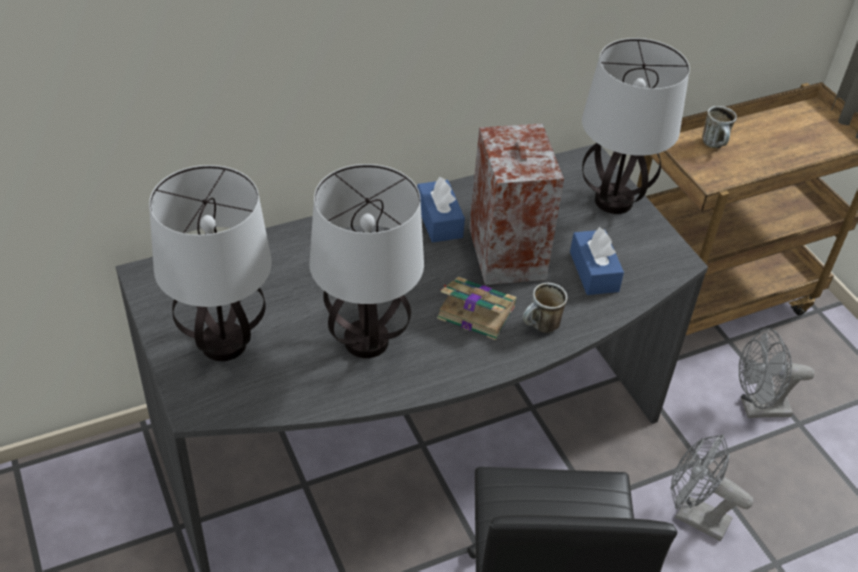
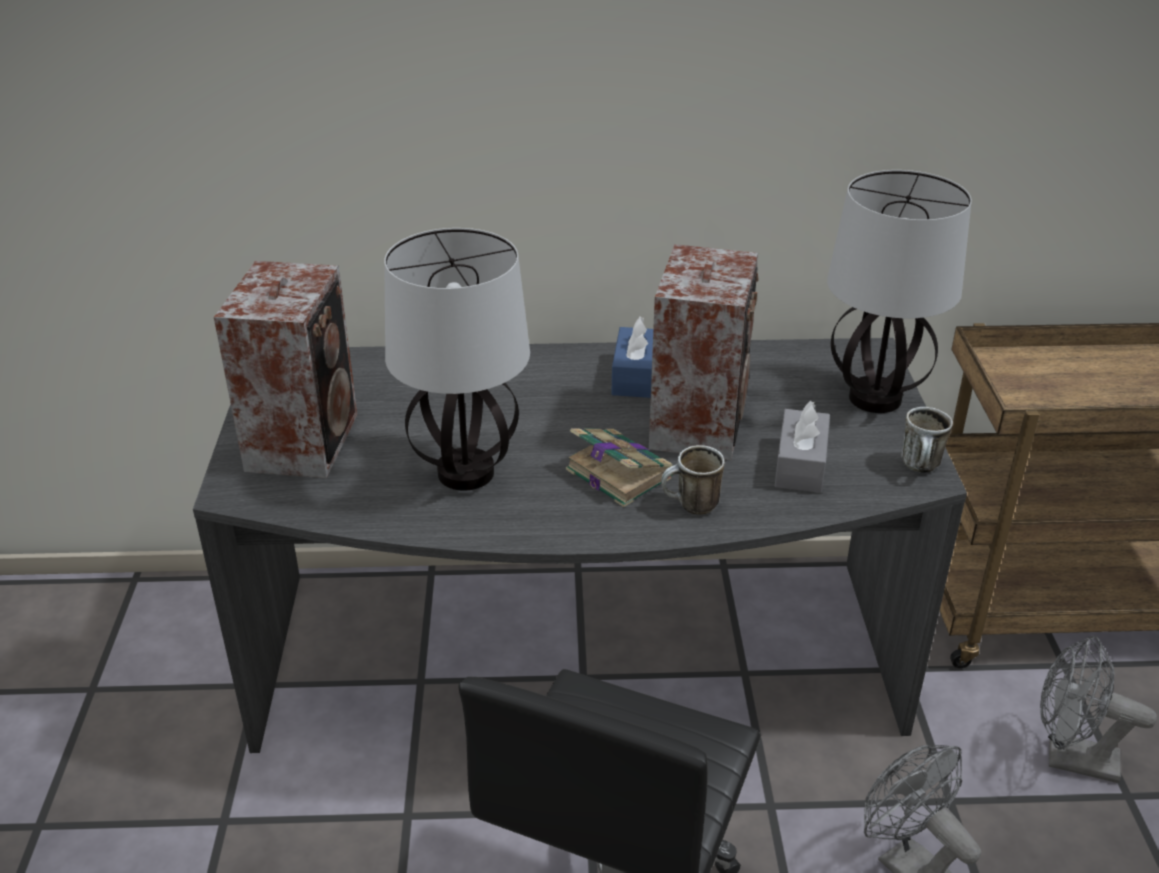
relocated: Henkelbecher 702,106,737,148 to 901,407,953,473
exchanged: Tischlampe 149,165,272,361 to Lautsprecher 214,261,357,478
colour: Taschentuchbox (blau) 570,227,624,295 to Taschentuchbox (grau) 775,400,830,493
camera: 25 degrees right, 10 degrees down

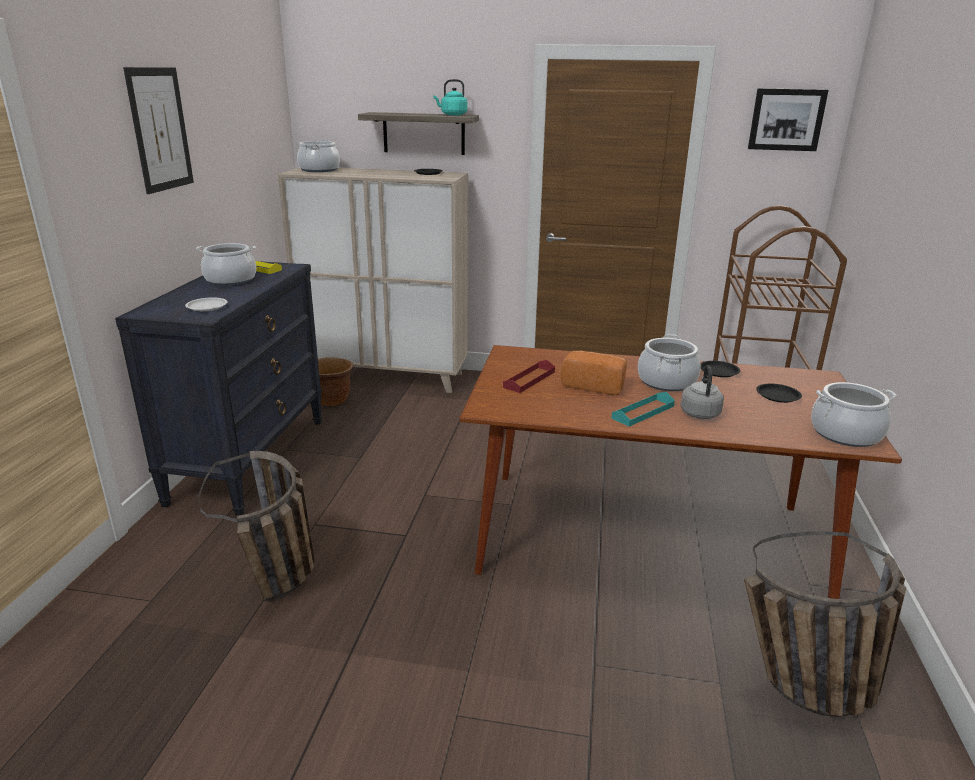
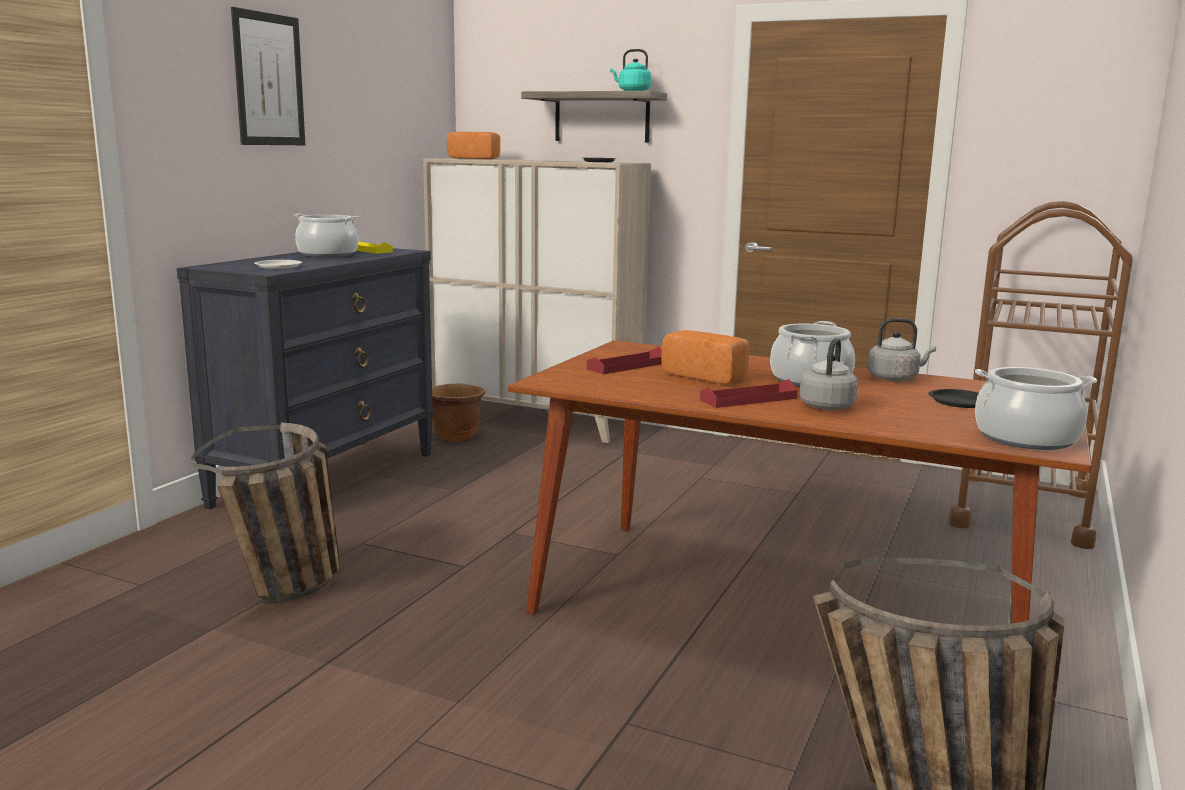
missing: Bild 748,88,829,151
exchanged: Kochtopf 297,140,340,172 to Brot 447,132,500,159; Teller (schwarz) 700,361,740,377 to Wasserkessel (grau) 868,318,936,381
colour: Tablett (türkis) 611,392,675,427 to Tablett (rot) 700,379,797,408
camera: 15 degrees right, 10 degrees down

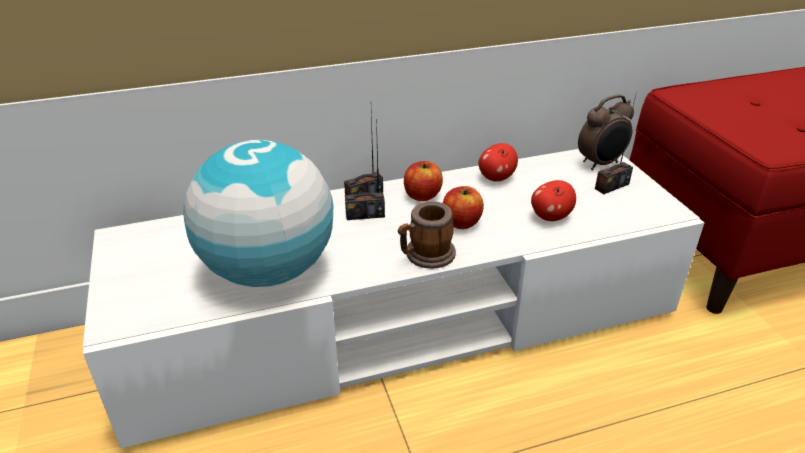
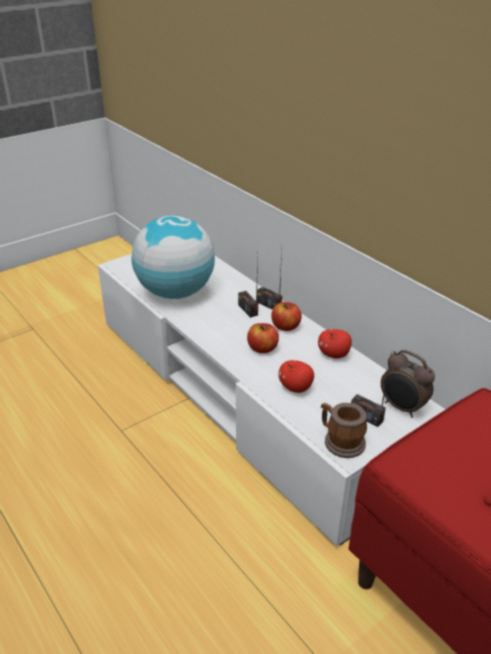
relocated: Henkelbecher 398,201,456,269 to 321,403,367,458
camera: 70 degrees right, 0 degrees up

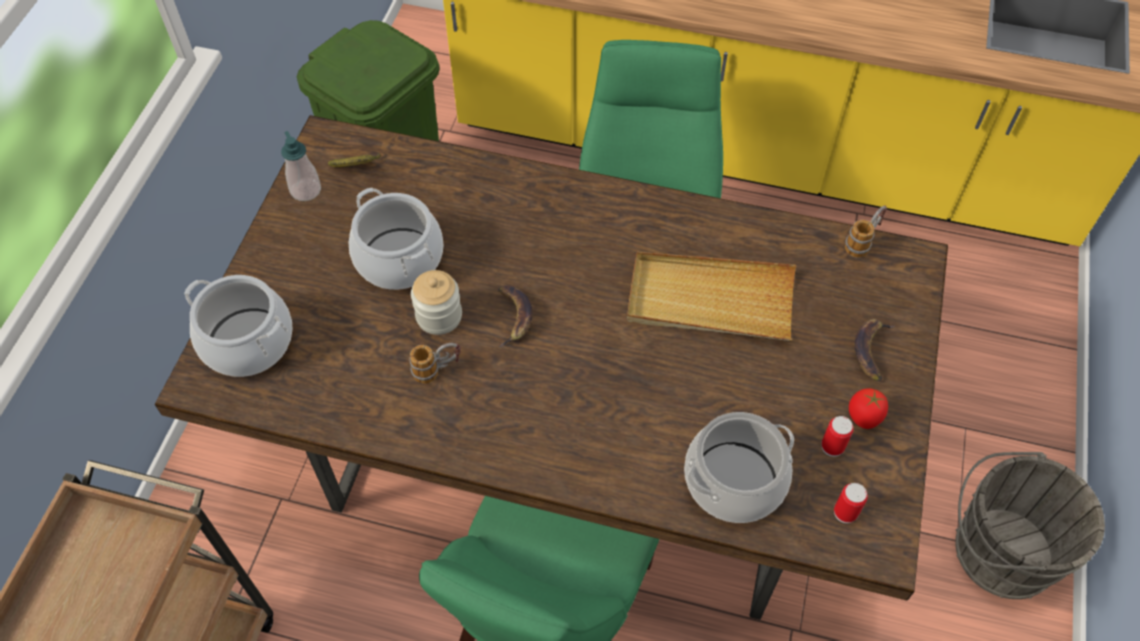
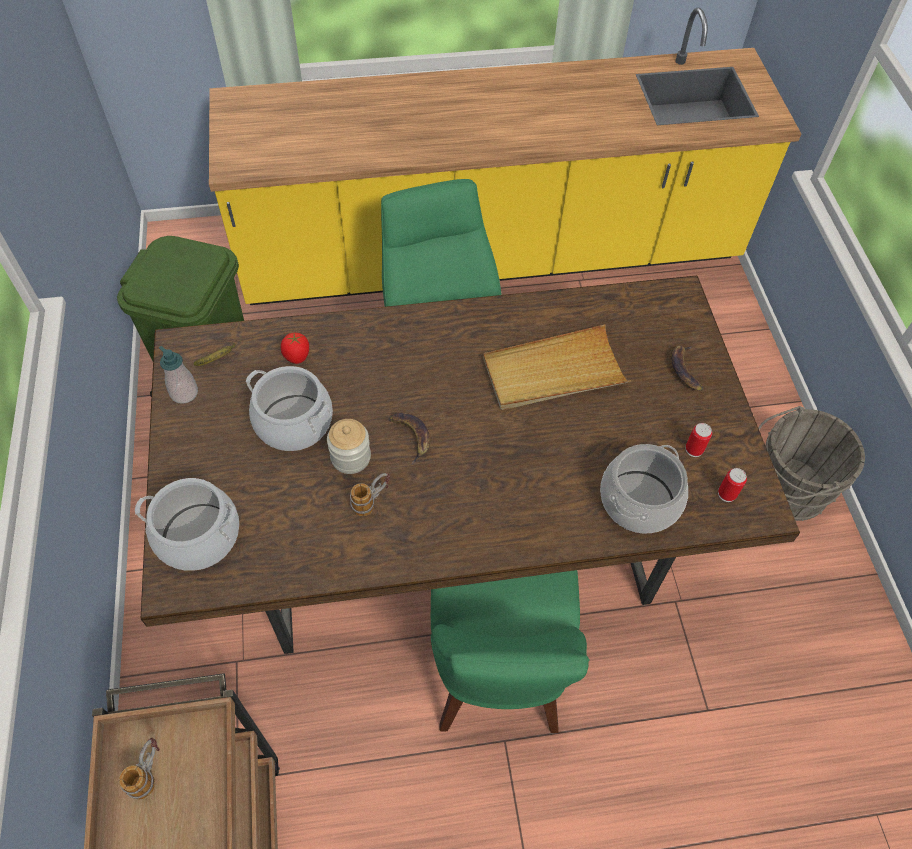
relocated: Henkelbecher 845,205,887,258 to 119,738,160,800; Tomate 849,388,888,429 to 281,333,309,364
camera: 25 degrees left, 0 degrees up

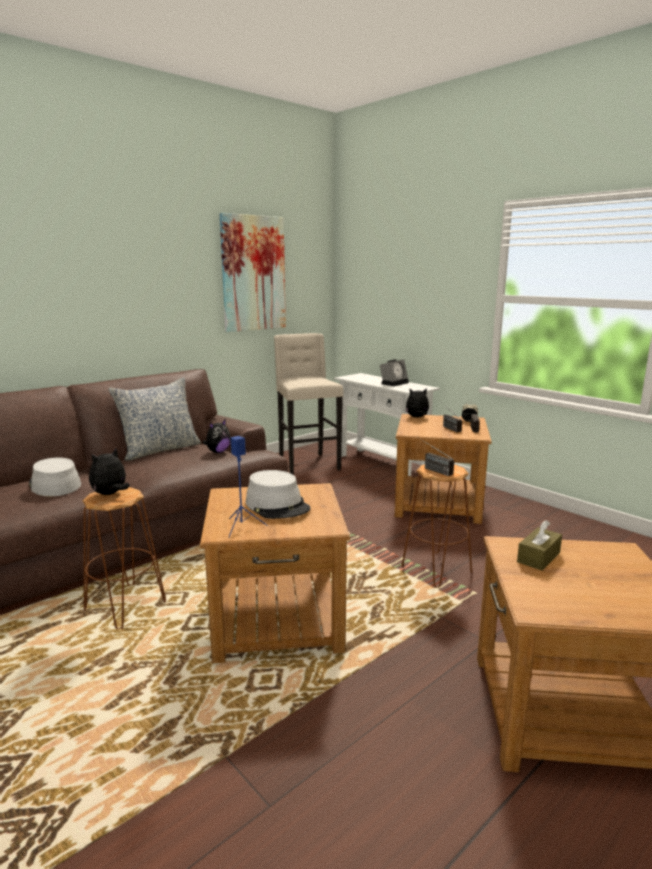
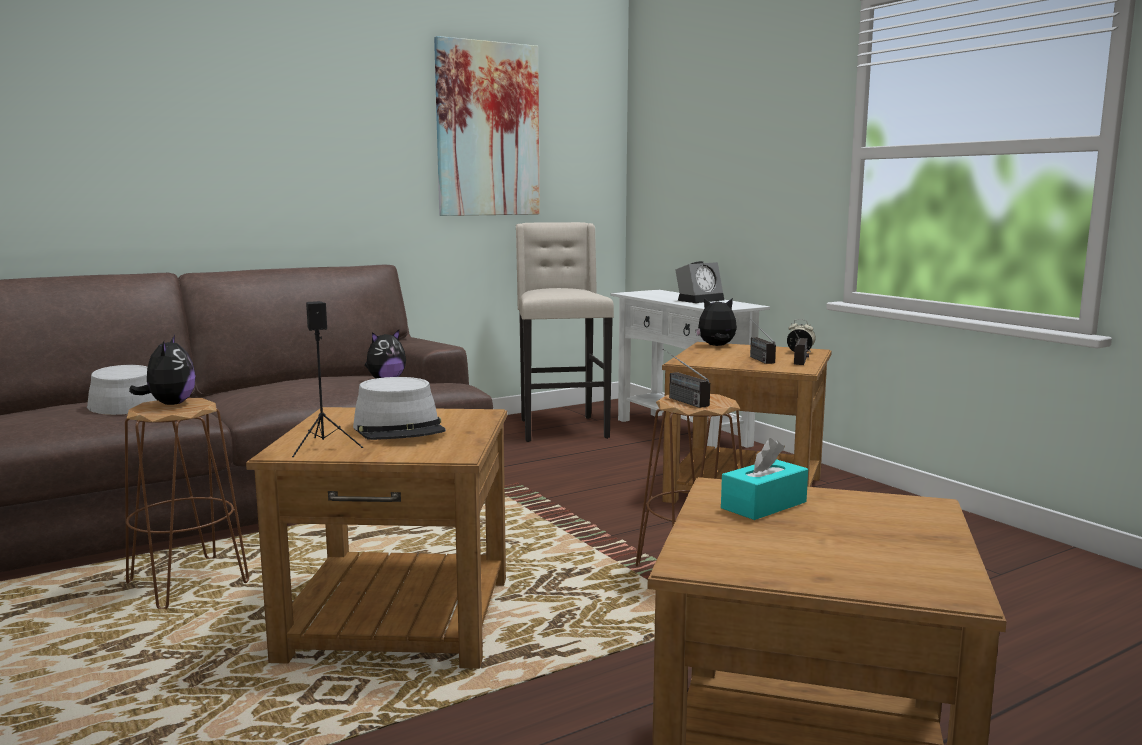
missing: Kissen 108,378,201,461
colour: Lautsprecher (blau) 228,436,268,538 to Lautsprecher (schwarz) 292,301,363,457; Taschentuchbox (braun) 517,520,562,570 to Taschentuchbox (türkis) 721,438,808,520
spun: Plüschtier 89,448,130,495 = 129,335,196,405 120 degrees clockwise
camera: 10 degrees right, 5 degrees down

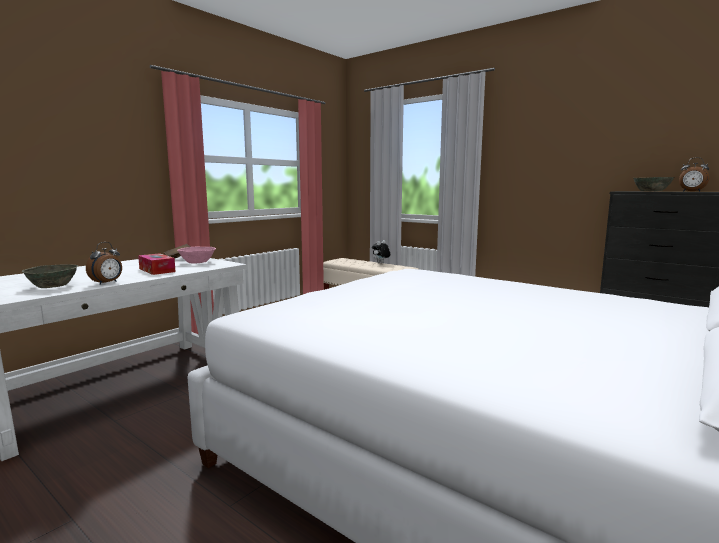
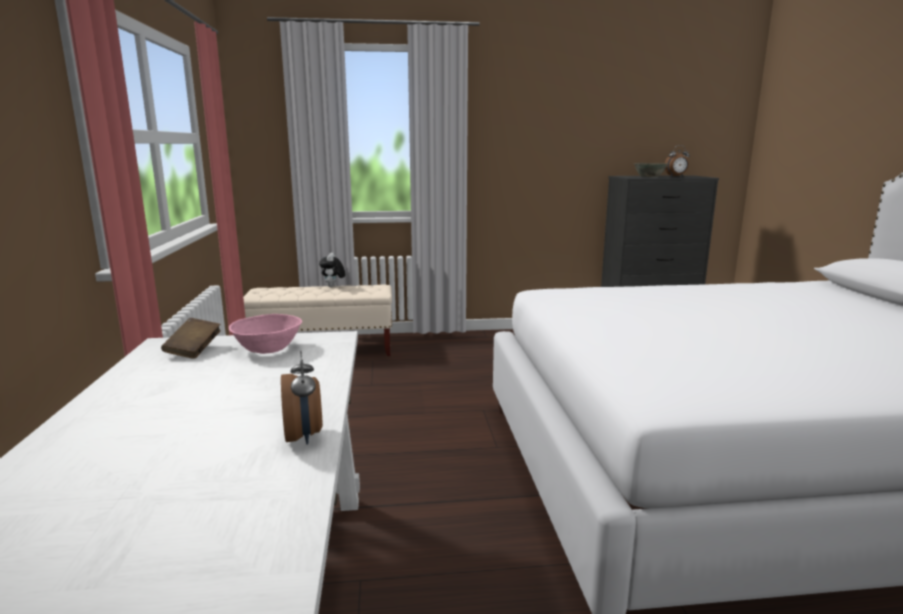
missing: Schüssel (grau) 22,264,78,288; Taschentuchbox 138,253,176,275
camera: 45 degrees left, 5 degrees up

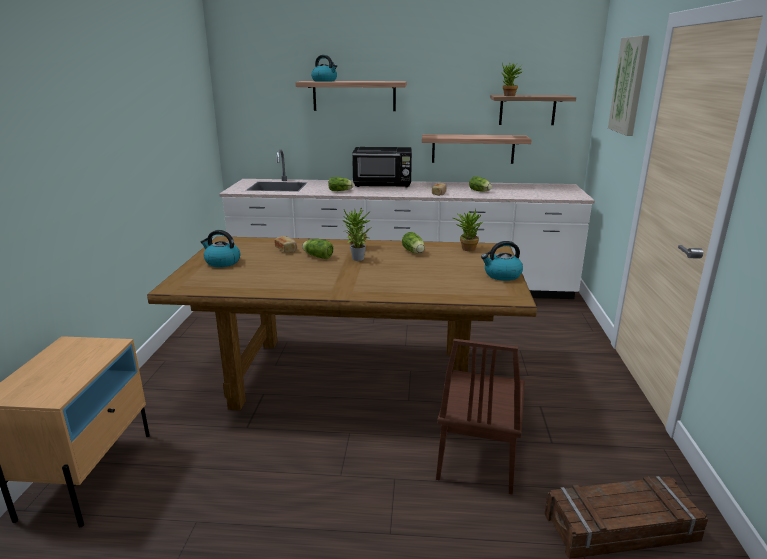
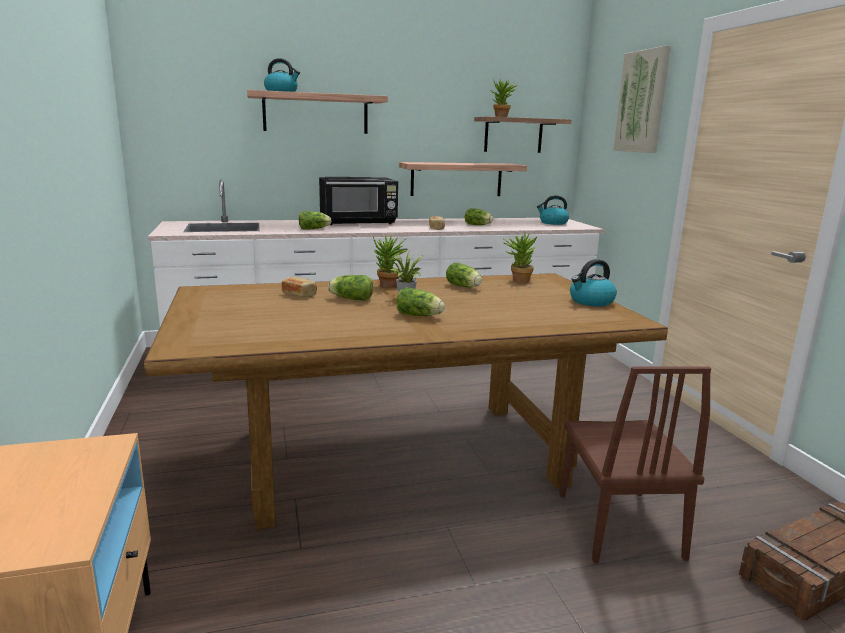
appeared: Salatkopf 396,287,445,316
relocated: Wasserkessel 201,230,240,267 to 537,195,569,225
camera: 20 degrees left, 5 degrees down

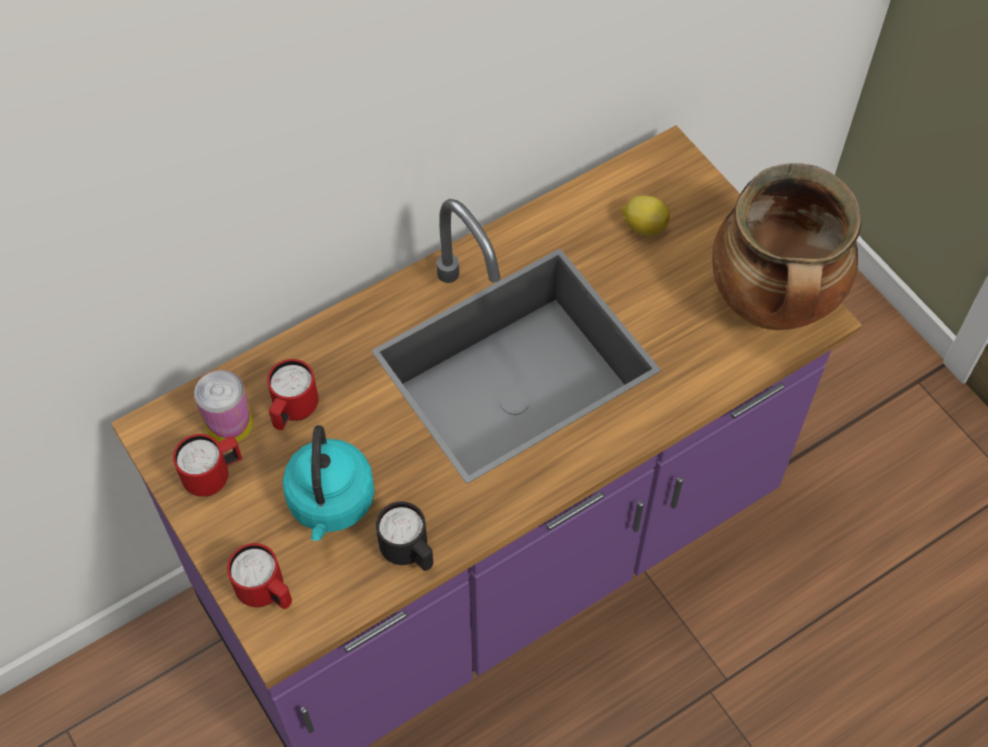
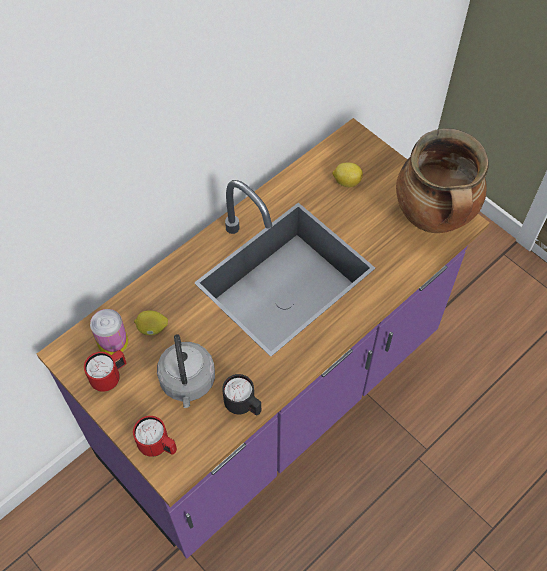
exchanged: Henkelbecher (rot) 267,359,318,430 to Zitrone 134,310,168,335
colour: Wasserkessel (türkis) 283,425,375,541 to Wasserkessel (grau) 157,334,215,408
camera: 10 degrees left, 0 degrees up

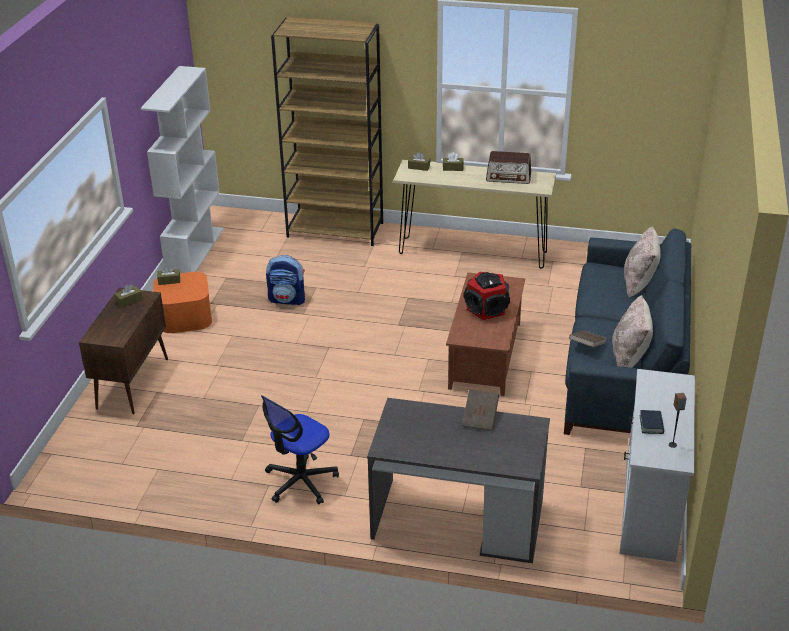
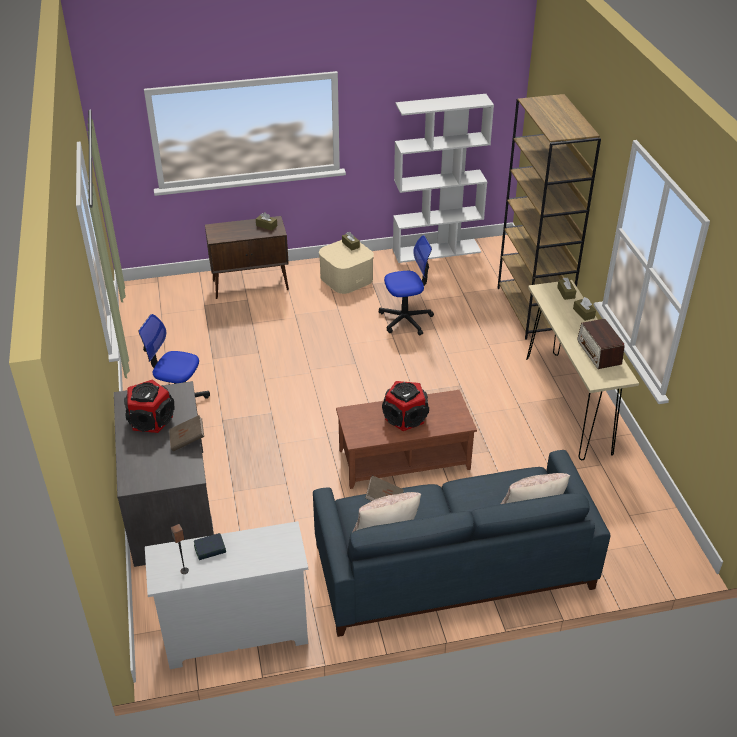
appeared: Lautsprecher 124,380,175,433
exchanged: Rucksack 266,255,305,305 to Bürostuhl 379,235,434,336
colour: Aufbewahrungsbox (orange) 153,272,212,333 to Aufbewahrungsbox (beige) 319,240,374,294
camera: 65 degrees right, 5 degrees up

